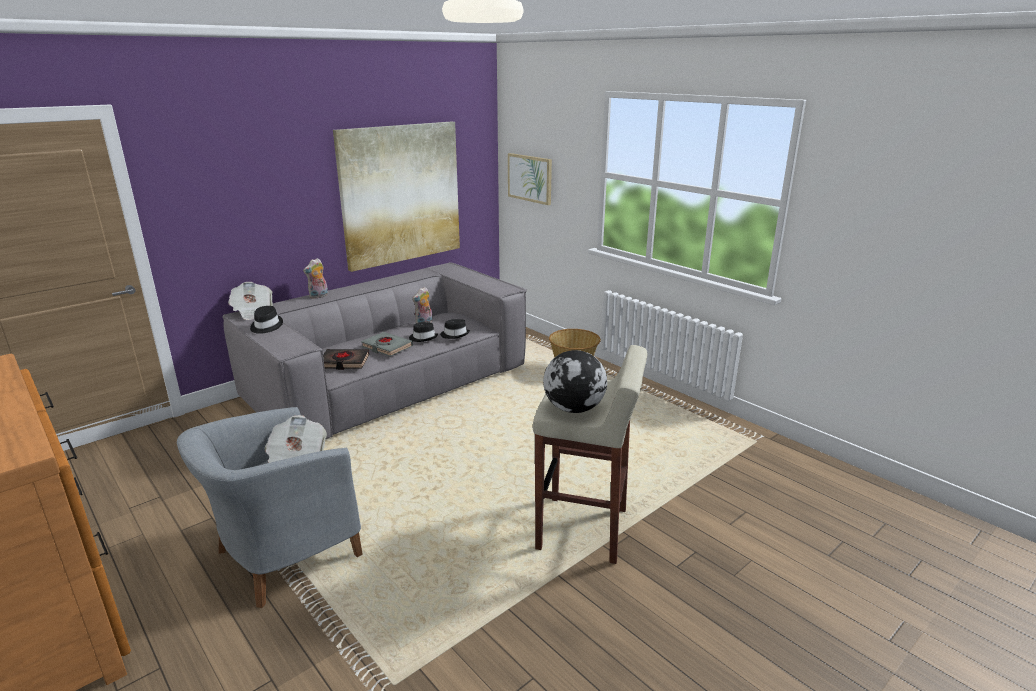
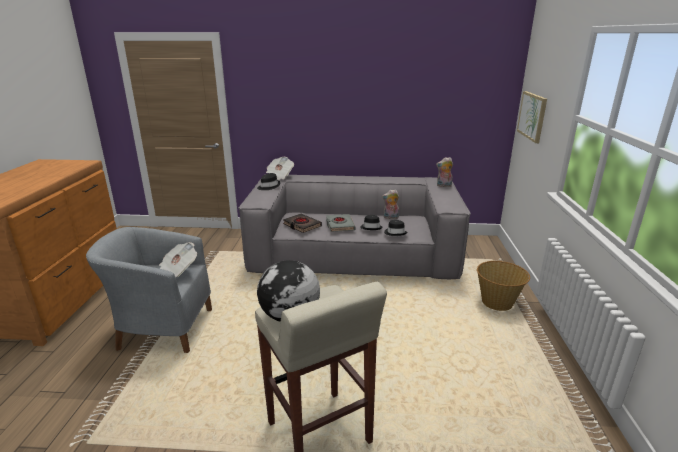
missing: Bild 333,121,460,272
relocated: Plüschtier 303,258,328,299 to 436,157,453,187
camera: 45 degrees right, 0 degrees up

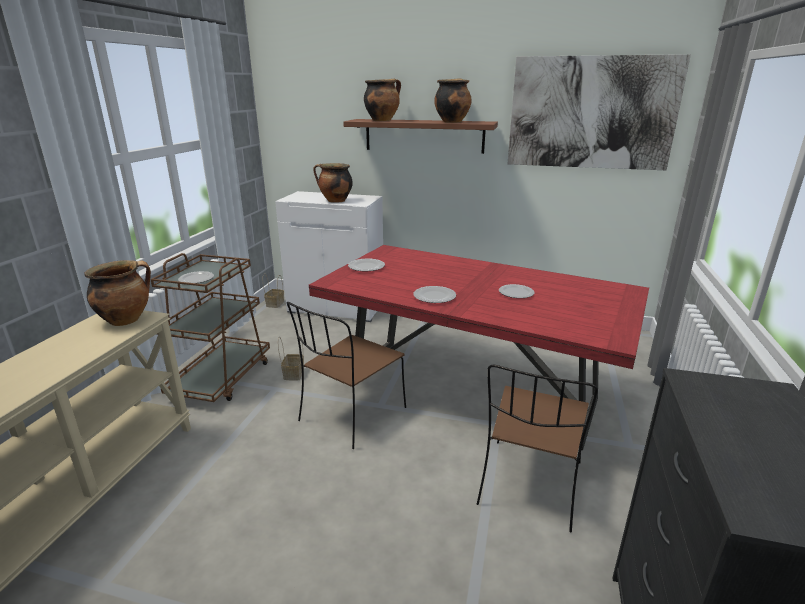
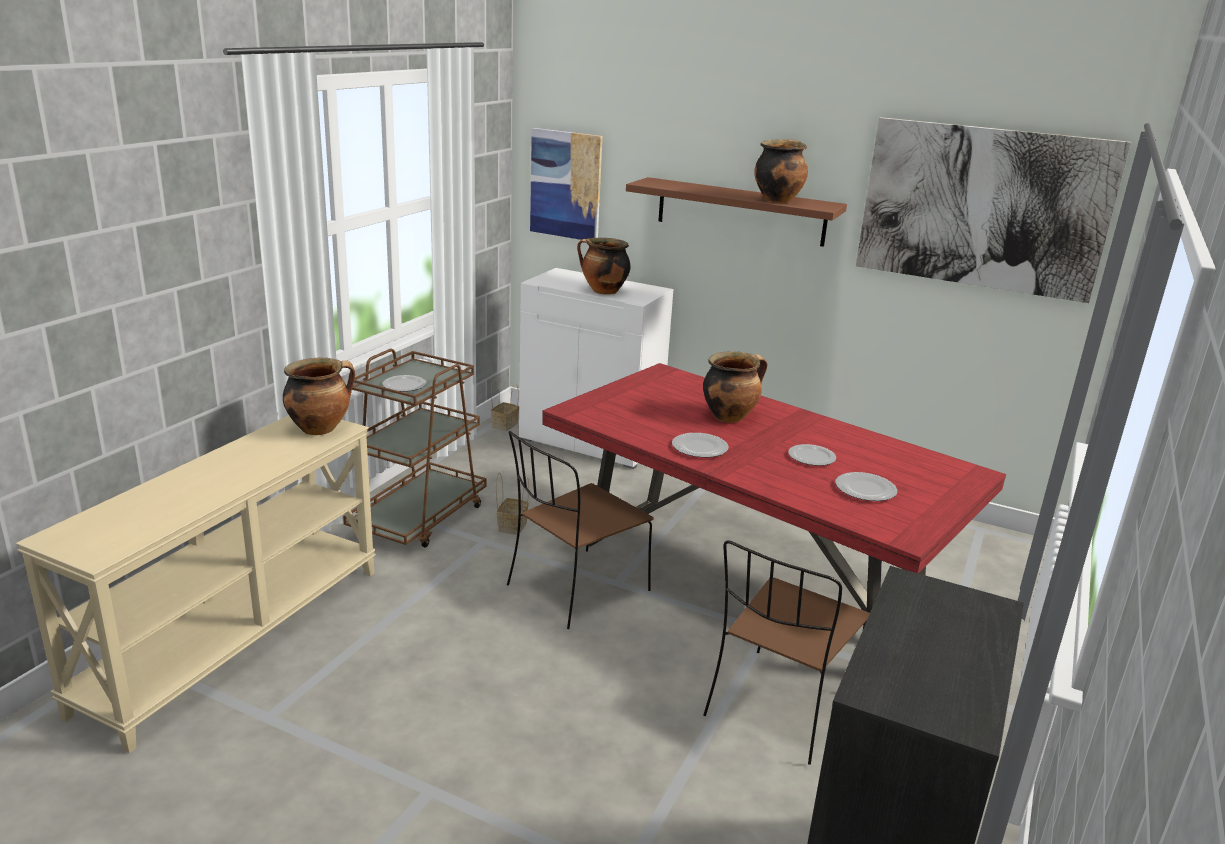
appeared: Bild 530,128,603,240
relocated: Kochtopf 364,79,401,121 to 703,351,767,423; Teller 348,259,385,272 to 835,472,897,501
camera: 10 degrees right, 0 degrees up

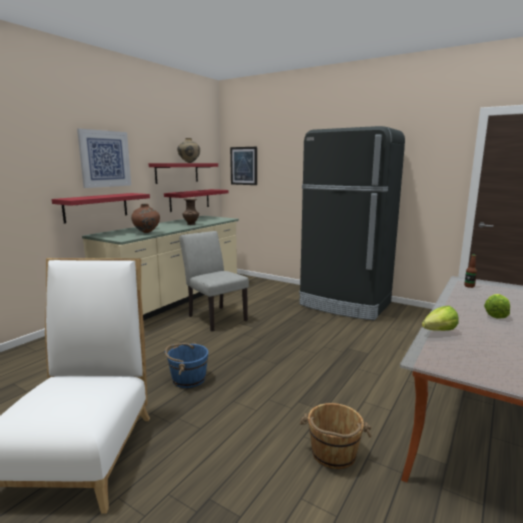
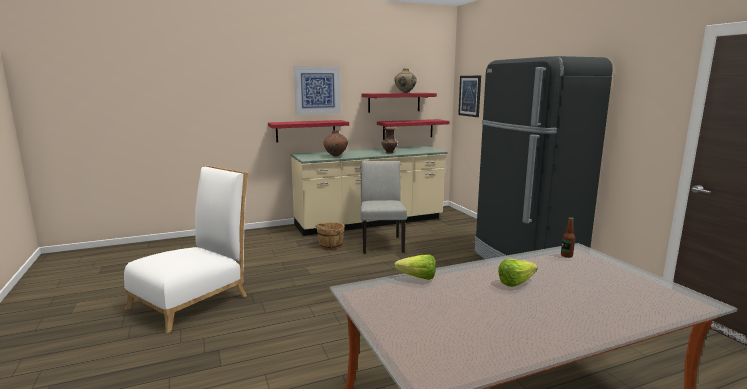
missing: Eimer (blau) 165,343,208,388
relocated: Eimer (braun) 299,403,372,469 to 315,222,345,250
camera: 35 degrees right, 0 degrees up

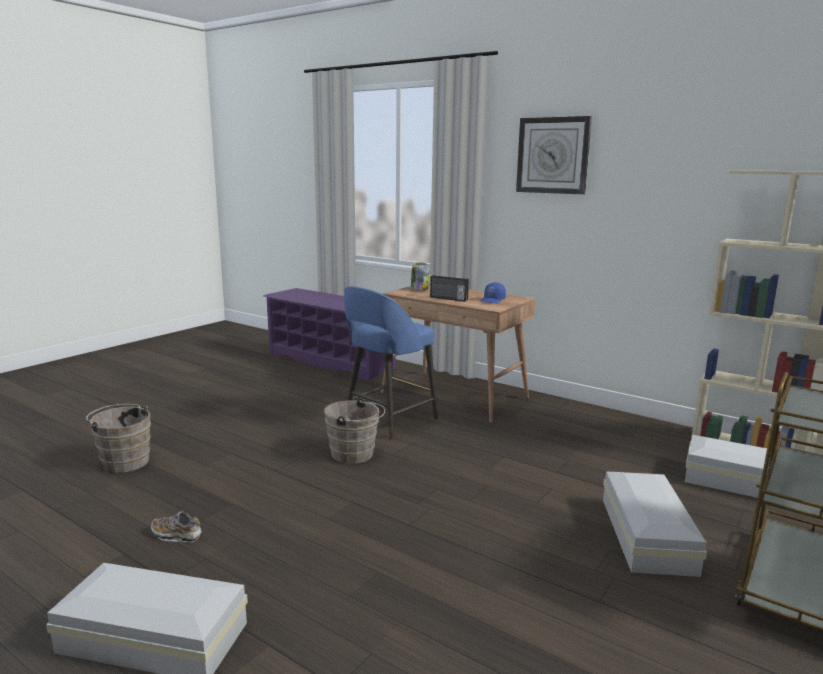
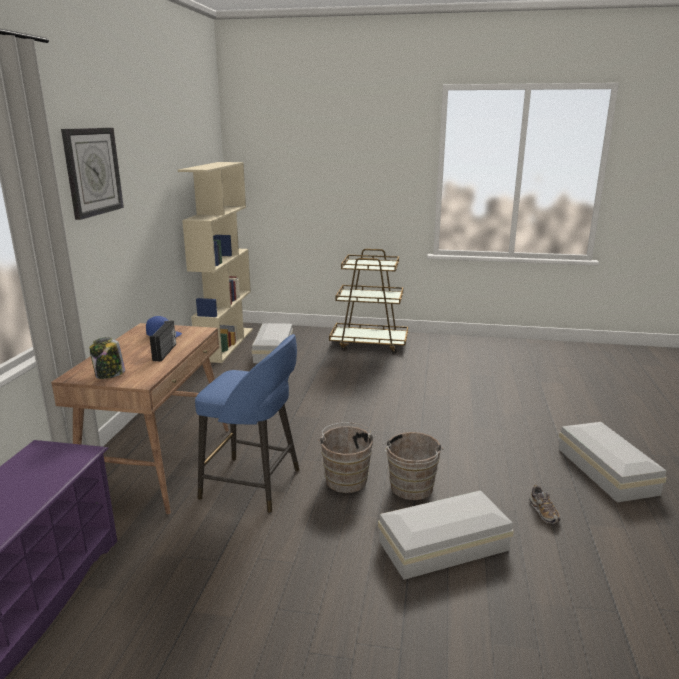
relocated: Aufbewahrungsbox (weiß) 603,471,707,577 to 378,490,514,580; Eimer (braun) 86,404,151,473 to 383,432,444,500
camera: 115 degrees left, 5 degrees up

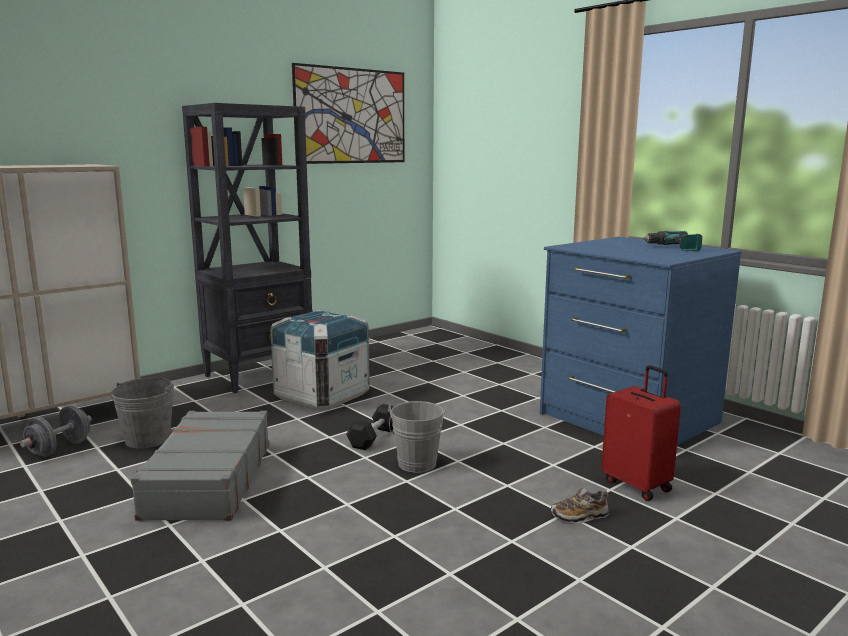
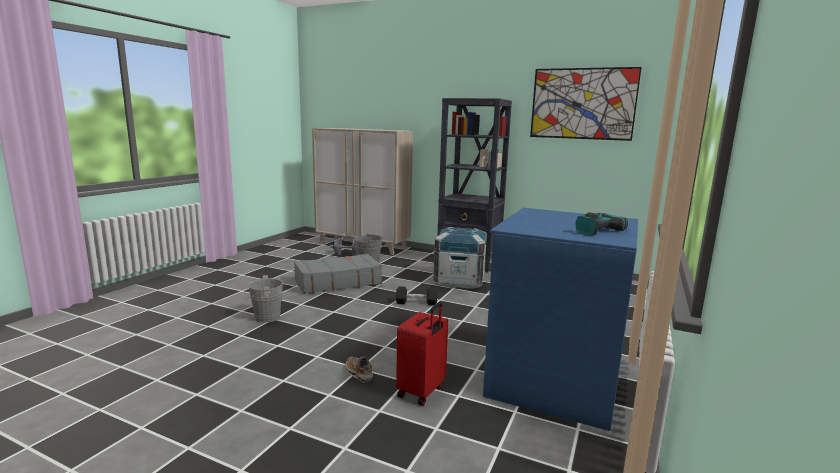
relocated: Eimer (grau) 388,401,447,473 to 242,275,283,323
camera: 65 degrees right, 0 degrees up

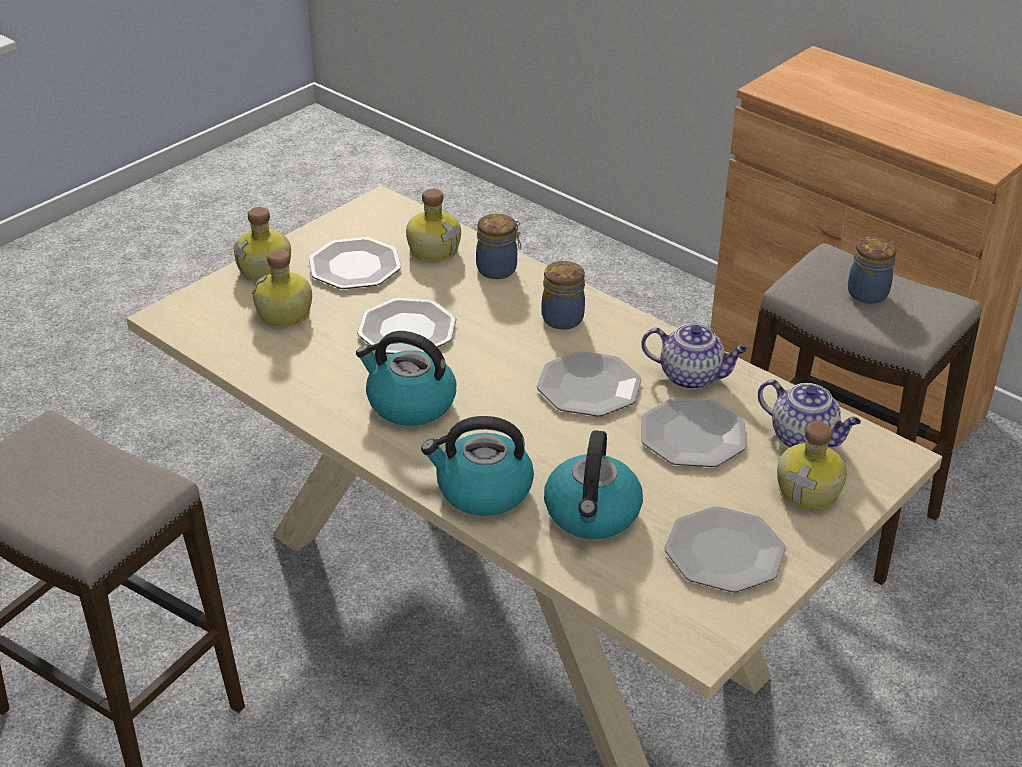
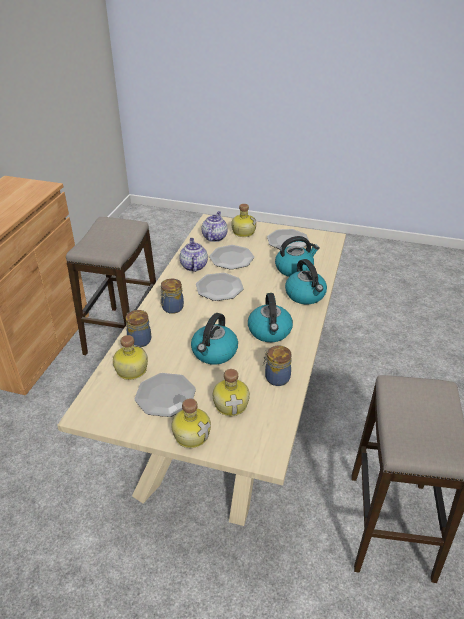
relocated: Vorratsglas 848,237,896,304 to 263,346,292,386
exchanged: Teller 357,298,456,354 to Wasserkessel 191,313,238,365
camera: 115 degrees left, 0 degrees up

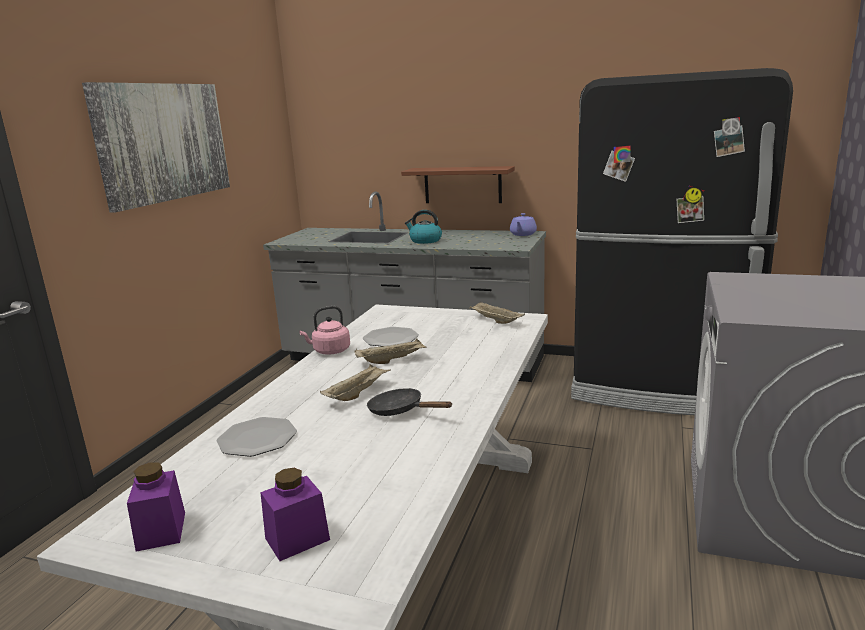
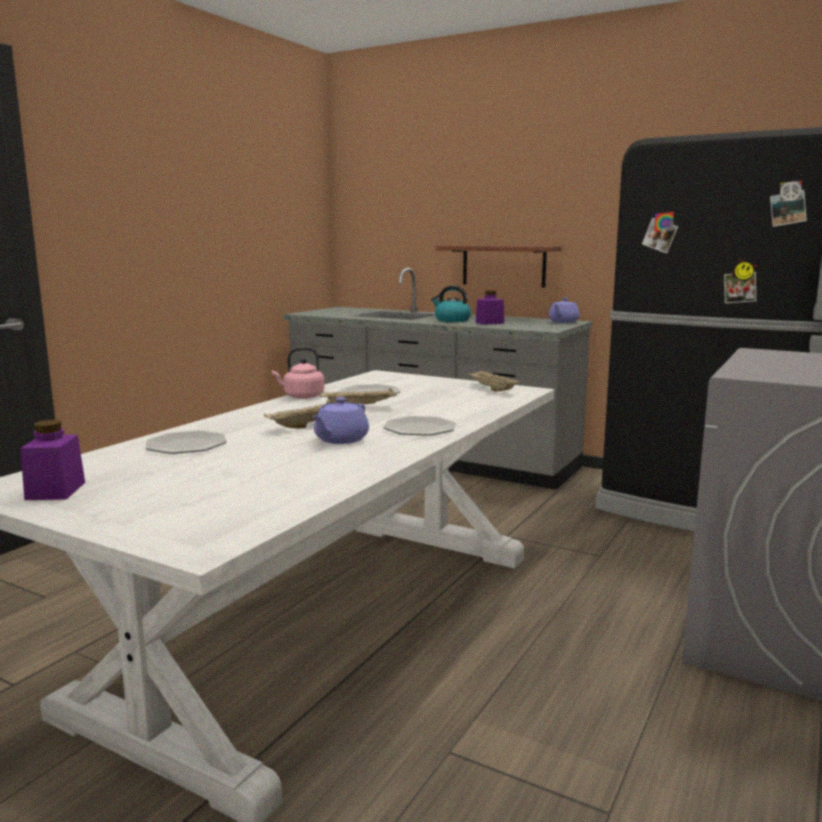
missing: Bild 82,82,230,213
appeared: Teller 383,416,456,436
relocated: Vorratsglas (lila) 260,468,330,561 to 476,291,504,325
exchanged: Pfanne (schwarz) 367,388,452,416 to Teekanne (lila) 312,397,369,444
camera: 10 degrees right, 5 degrees down

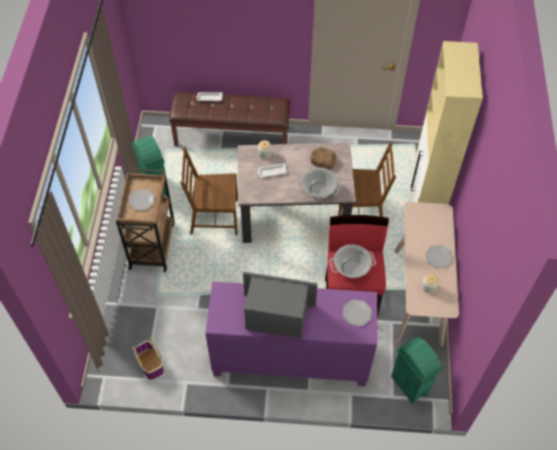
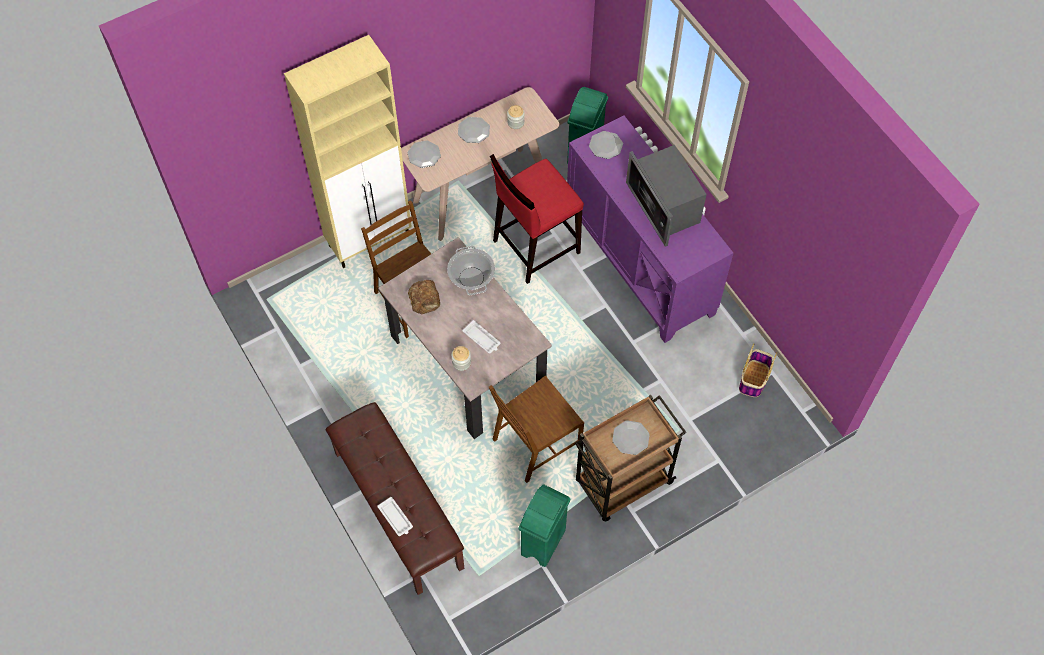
missing: Kochtopf 330,244,376,278
appeared: Teller 408,140,441,168
spun: Stuhl (braun) 180,147,238,235 = 489,375,584,483 90 degrees clockwise
camera: 125 degrees left, 5 degrees up

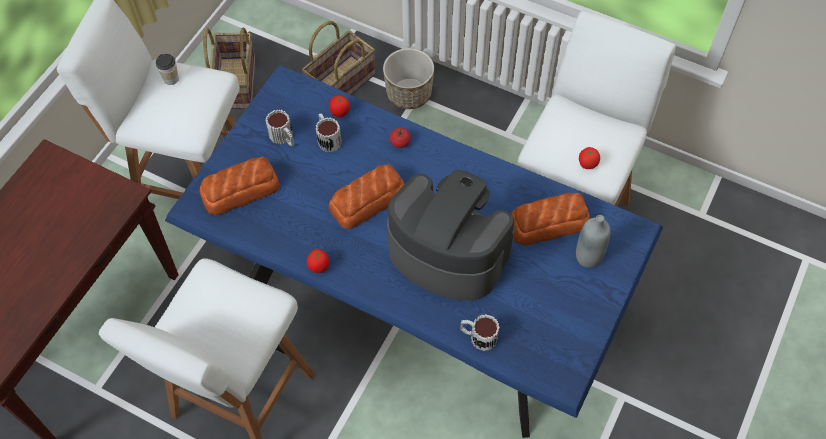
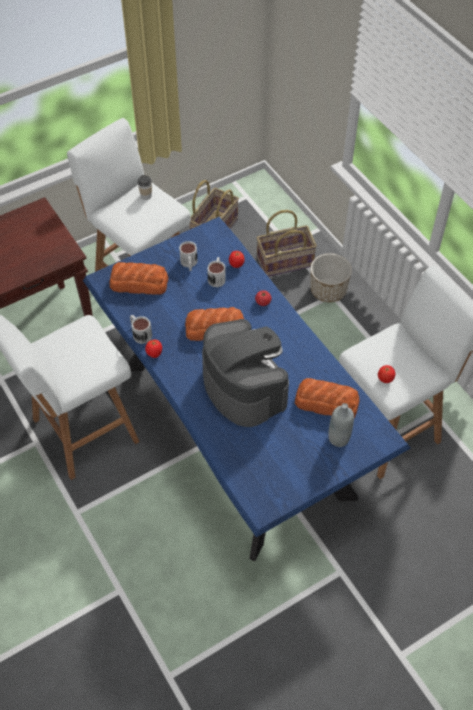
relocated: Henkelbecher 460,314,500,351 to 130,315,152,344
camera: 30 degrees right, 5 degrees down

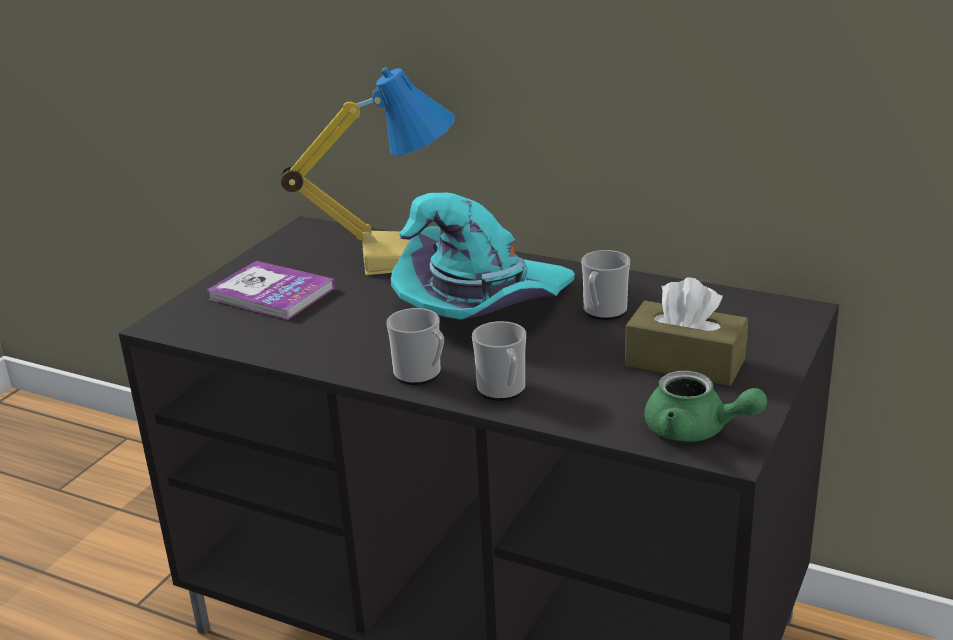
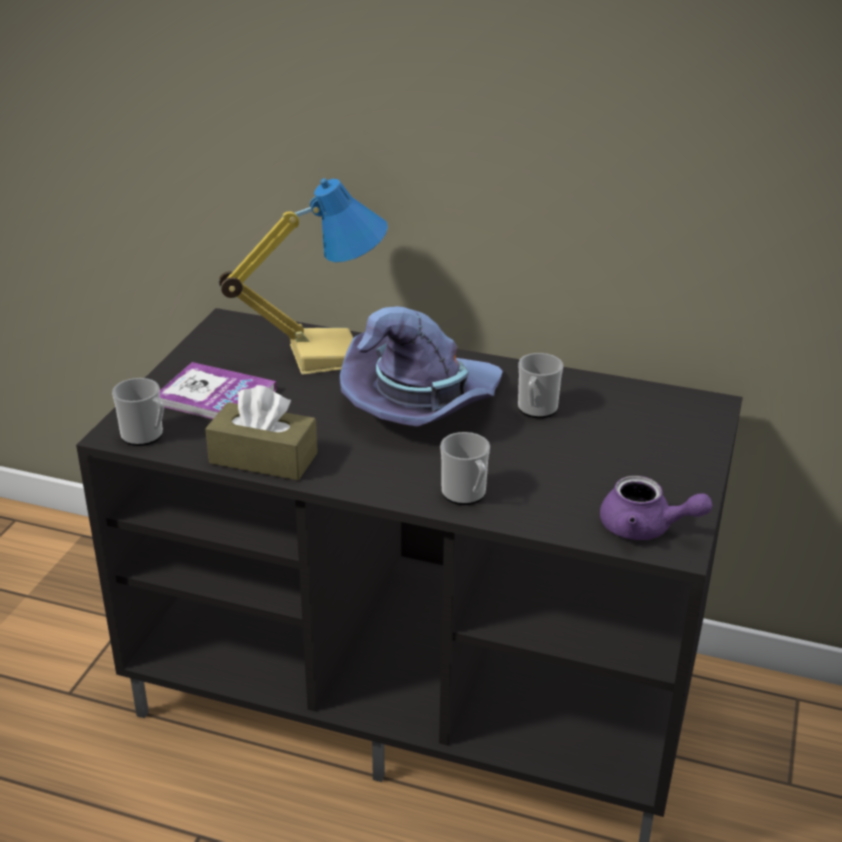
relocated: Henkelbecher 386,308,444,385 to 112,378,164,446; Taschentuchbox (braun) 625,277,748,386 to 205,385,318,480
colour: Hut (türkis) 391,192,575,320 to Hut (lila) 340,306,503,427; Teekanne (grün) 644,371,767,442 to Teekanne (lila) 600,476,712,540
camera: 10 degrees left, 5 degrees up

